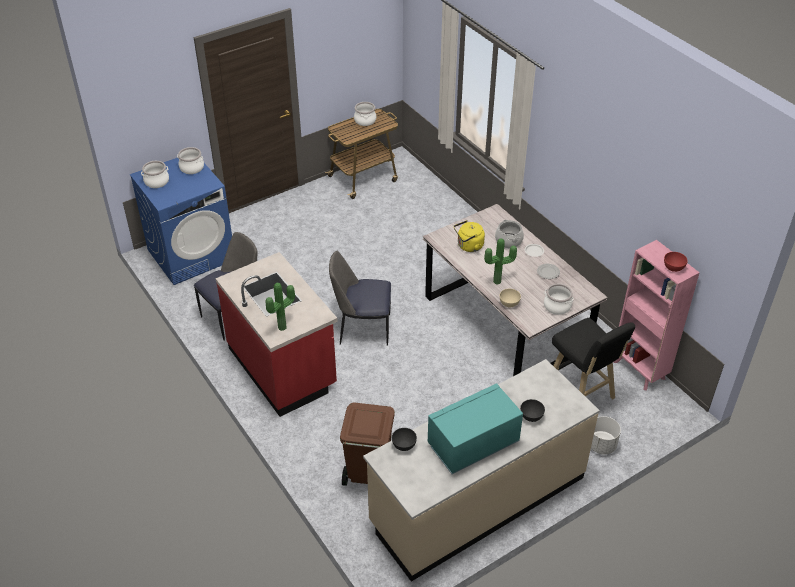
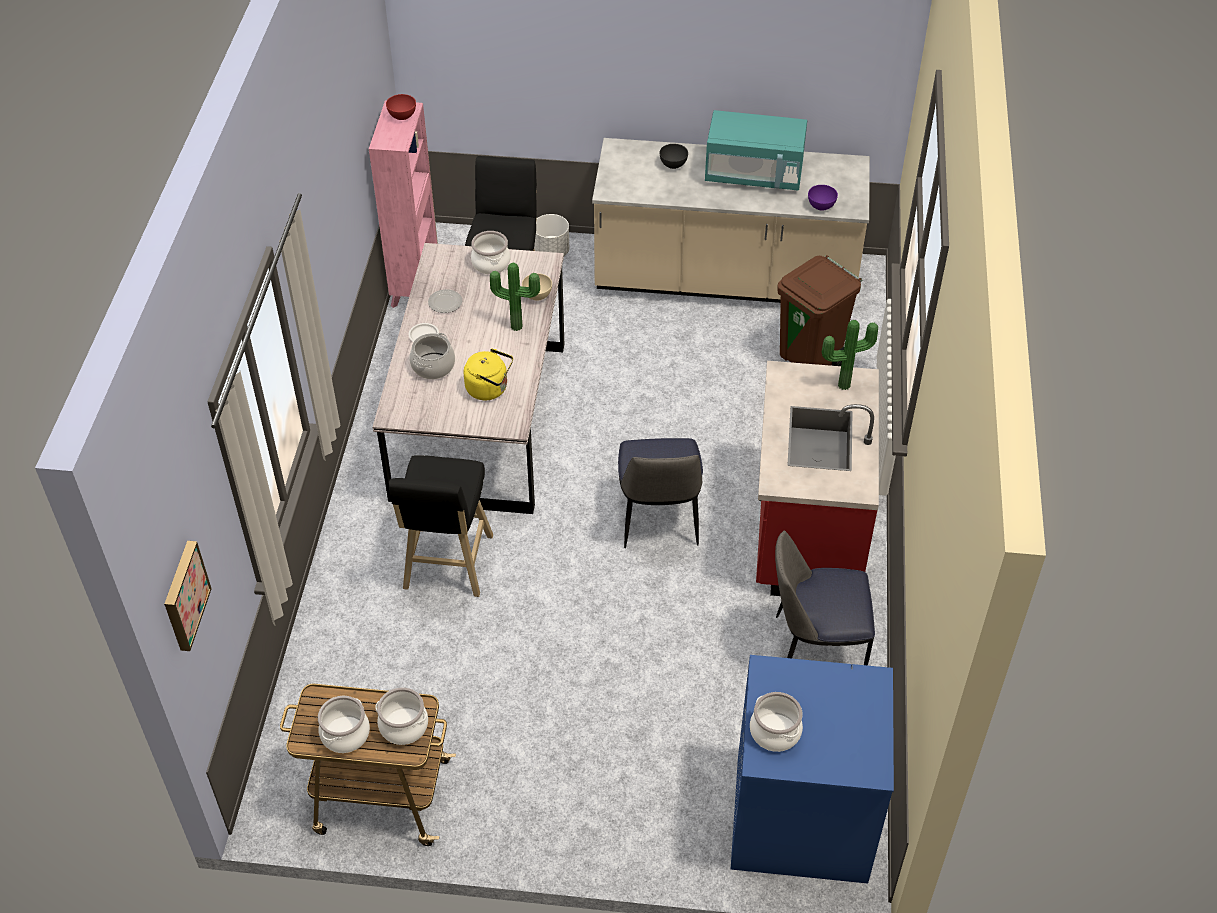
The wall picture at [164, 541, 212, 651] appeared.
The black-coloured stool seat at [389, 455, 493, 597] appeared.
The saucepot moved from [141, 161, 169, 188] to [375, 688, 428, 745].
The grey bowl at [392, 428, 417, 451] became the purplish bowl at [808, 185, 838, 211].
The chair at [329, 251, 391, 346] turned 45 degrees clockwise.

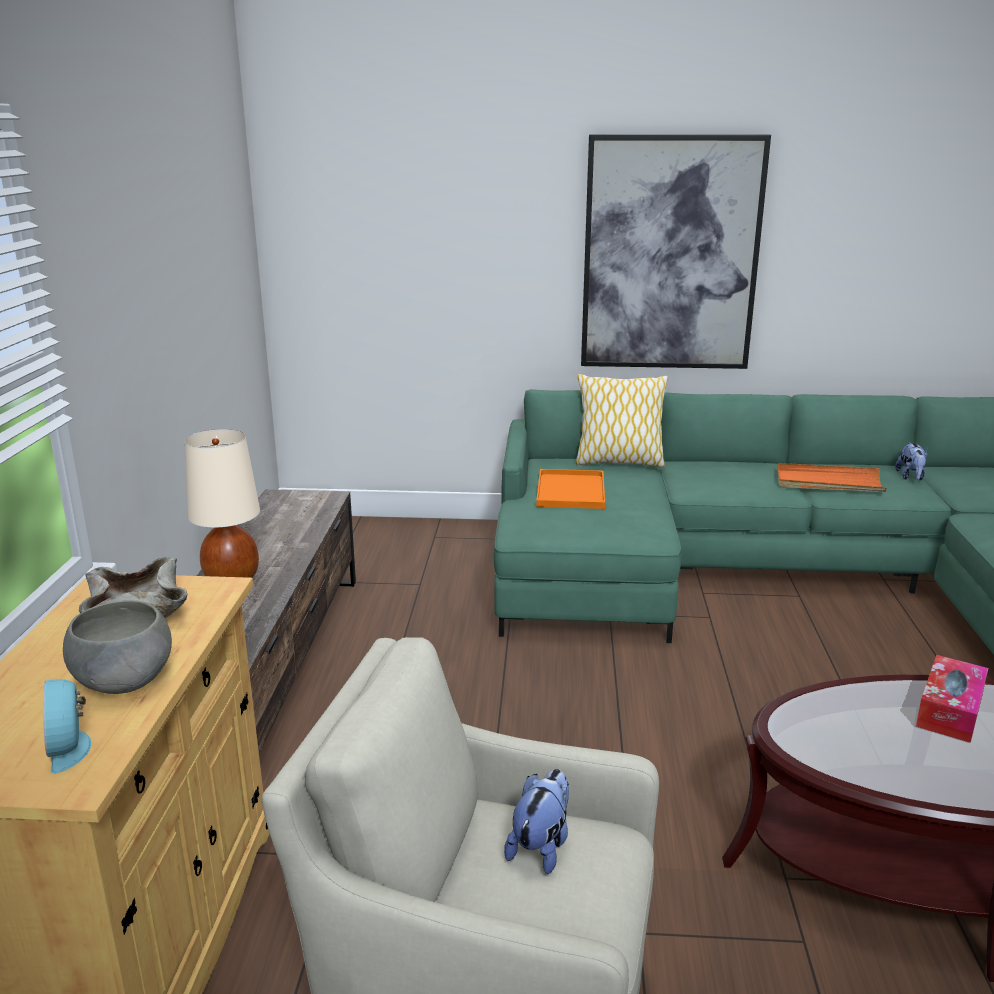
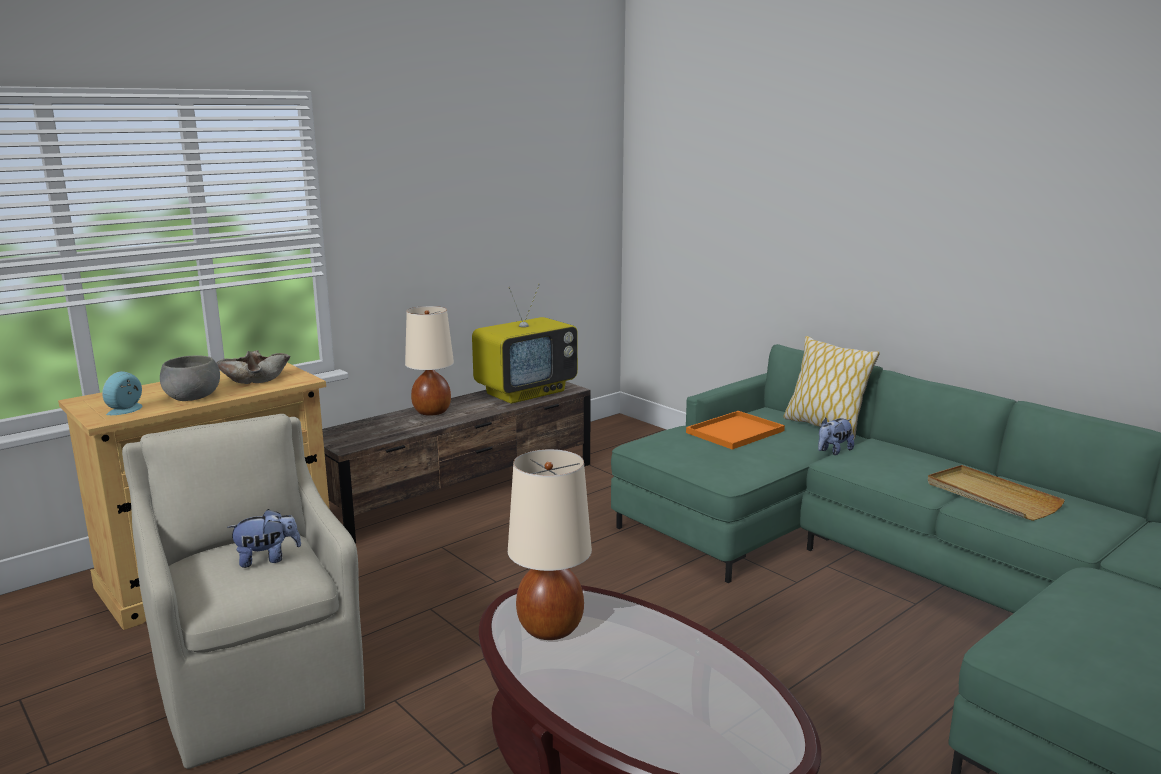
The wall picture at [581, 134, 771, 369] disappeared.
The box of tissues at [916, 655, 989, 743] disappeared.
The TV set at [472, 284, 578, 404] appeared.
The sand-coloured table lamp at [508, 449, 592, 640] appeared.
The cuddly toy moved from [895, 442, 928, 480] to [818, 418, 854, 455].
The orange carrying tray at [777, 463, 887, 492] became the sand-coloured carrying tray at [928, 465, 1065, 521].

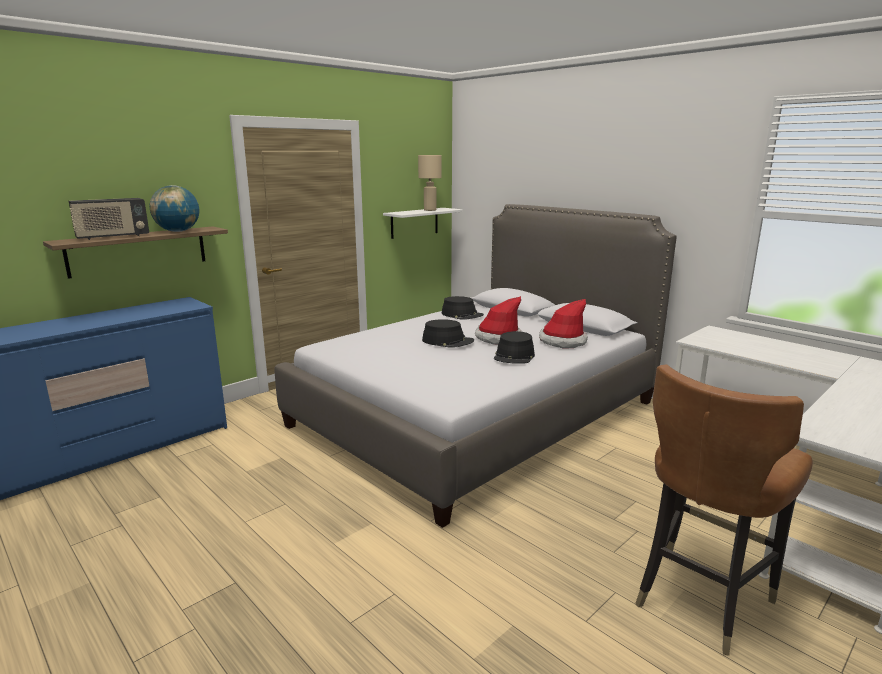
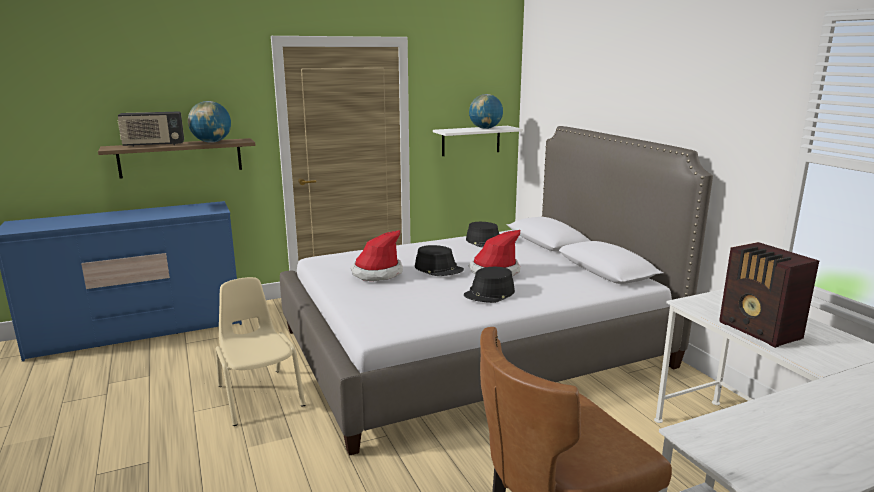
The sand-coloured chair at [215, 277, 305, 426] appeared.
The radio receiver at [719, 242, 819, 348] appeared.
The hat moved from [539, 299, 588, 348] to [350, 230, 403, 281].
The sand-coloured table lamp at [418, 155, 442, 211] was replaced by the world globe at [469, 94, 503, 129].

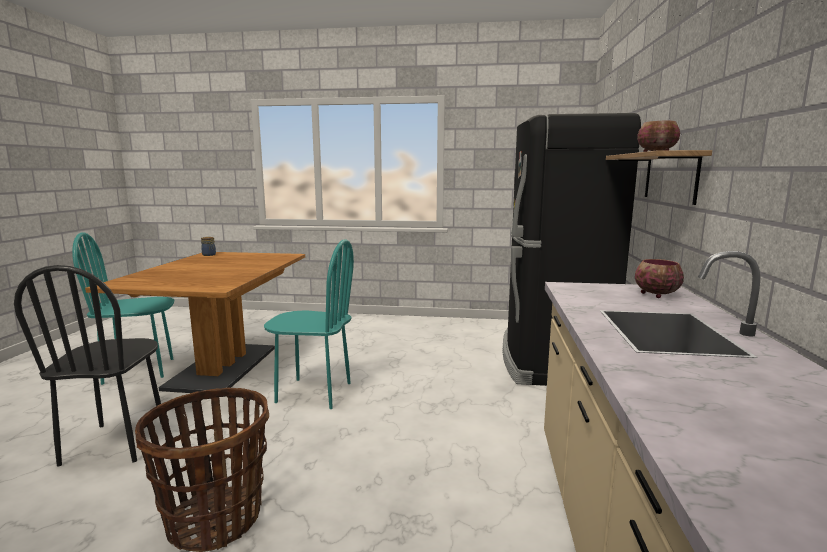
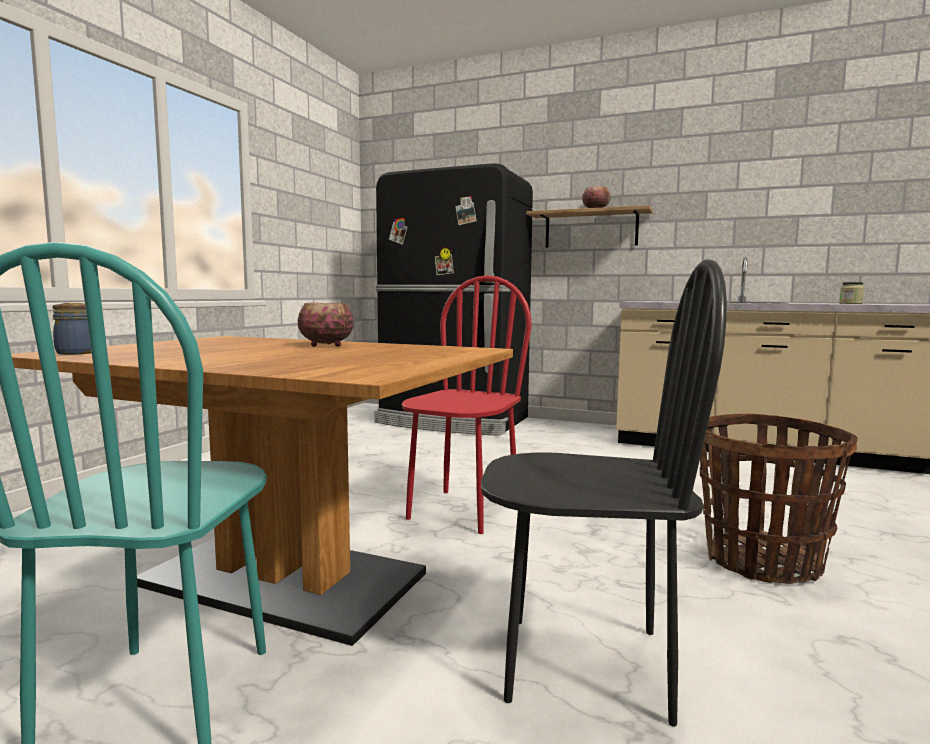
The storage jar at [839, 282, 864, 304] appeared.
The bowl moved from [635, 259, 684, 298] to [298, 303, 354, 347].
The turquoise chair at [264, 239, 354, 409] became the reddish chair at [402, 275, 532, 534].

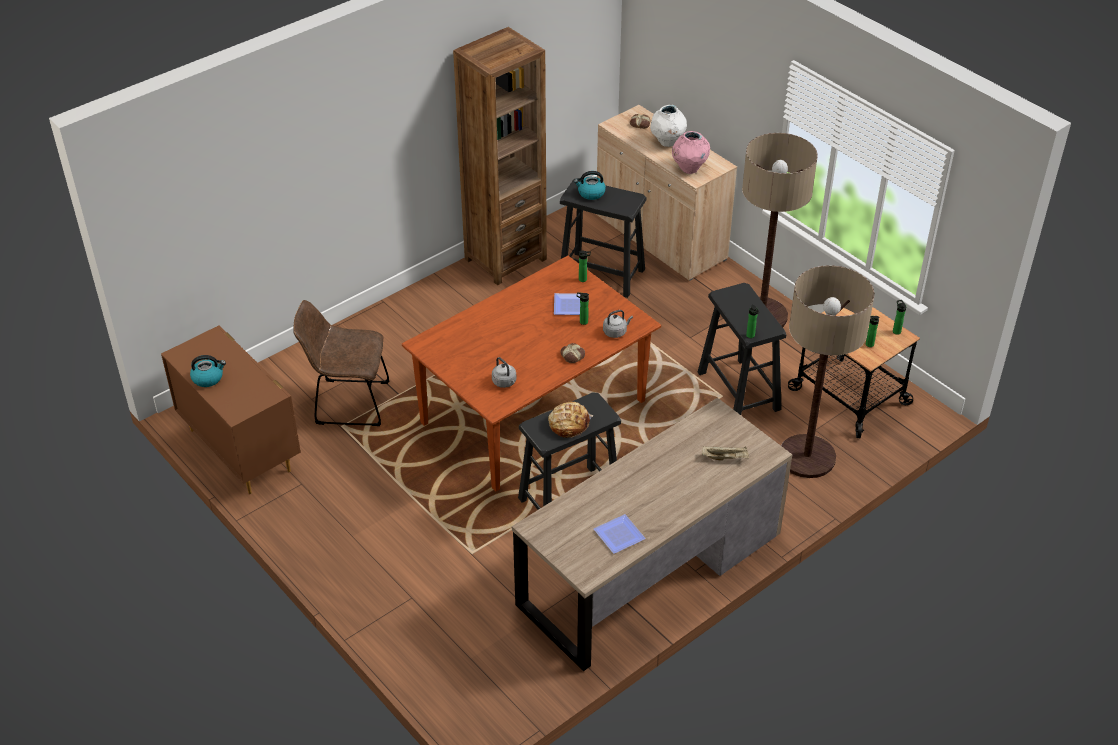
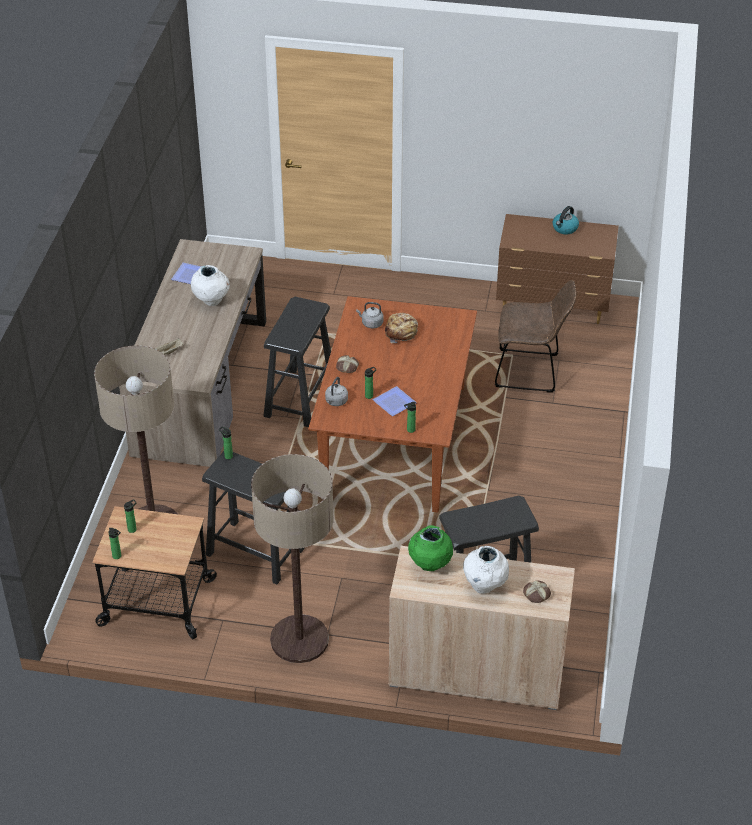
The brownish shelving unit at [453, 27, 547, 285] disappeared.
The kettle at [574, 171, 606, 200] disappeared.
The white-coloured vase at [191, 265, 230, 306] appeared.
The bakery bread moved from [548, 402, 593, 438] to [385, 313, 418, 343].
The pinkish vase at [672, 131, 710, 174] became the green-coloured vase at [408, 525, 453, 571].
The brownish chair at [293, 300, 389, 426] turned 45 degrees clockwise.

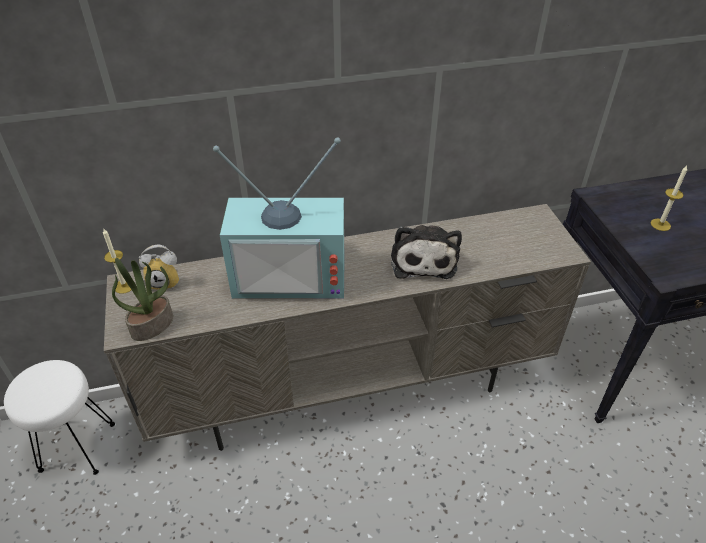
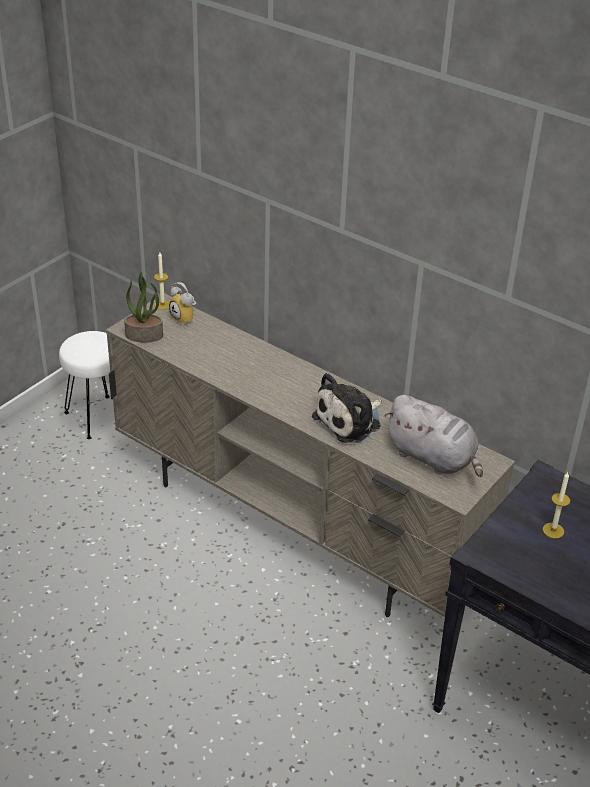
The TV set at [213, 137, 345, 299] disappeared.
The grey cuddly toy at [384, 395, 483, 477] appeared.

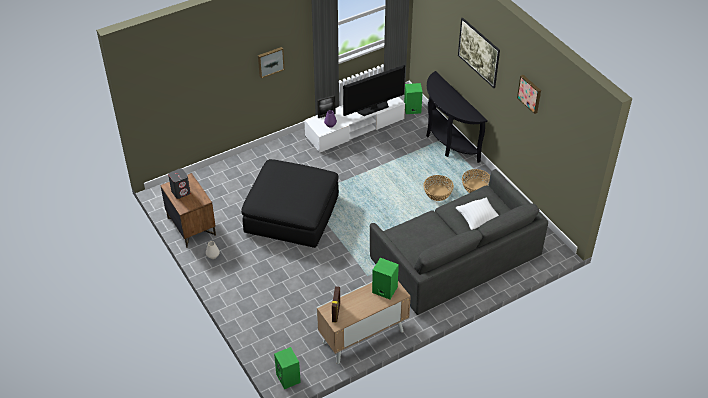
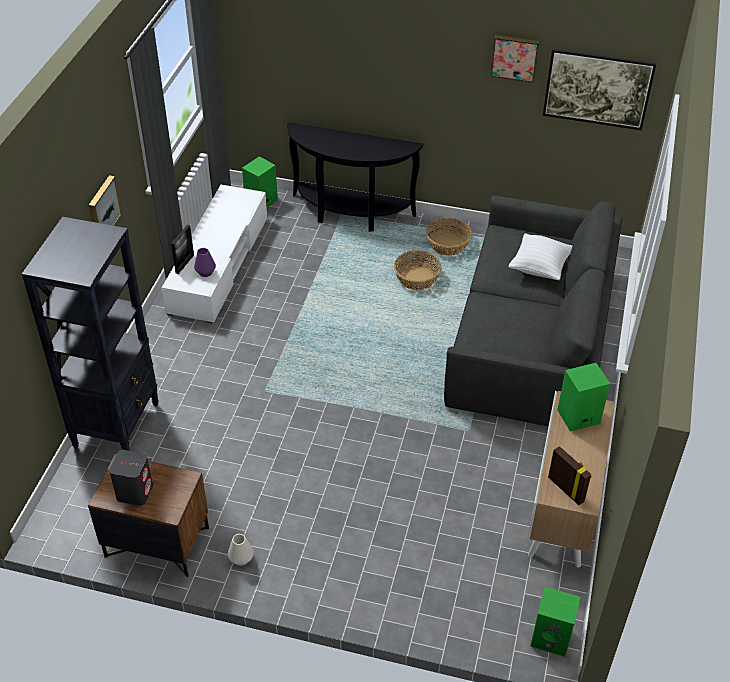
The black-coloured pouffe at [241, 159, 339, 248] disappeared.
The TV set at [343, 65, 405, 116] disappeared.
The black-coloured shelving unit at [22, 217, 159, 451] appeared.
The wall picture moved from [458, 18, 500, 88] to [543, 49, 656, 130].

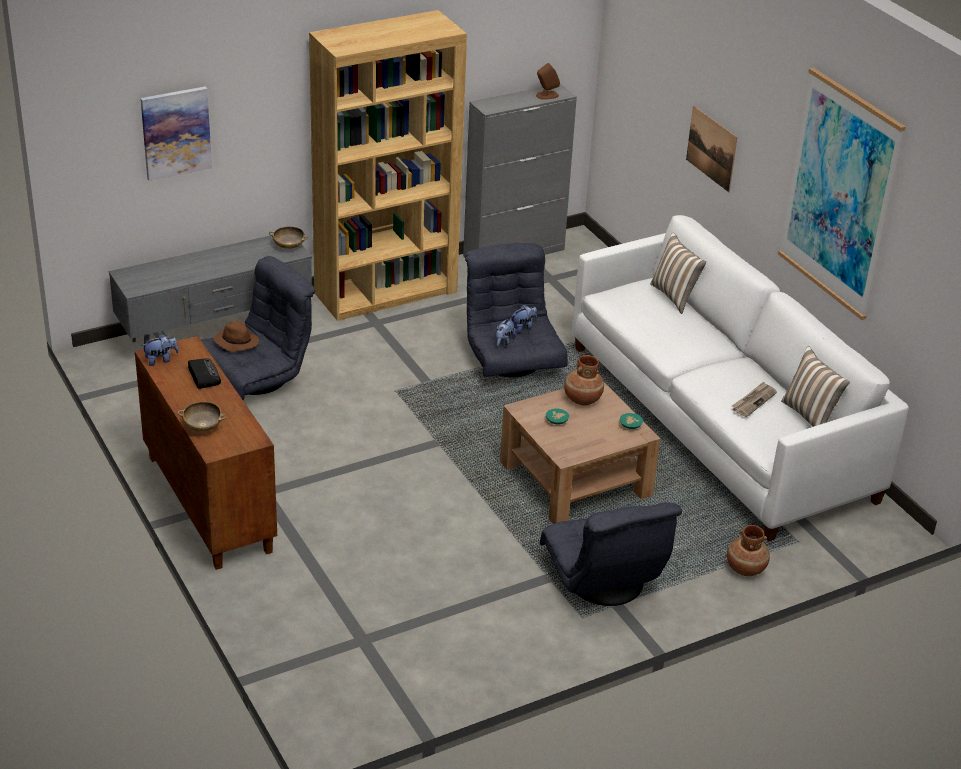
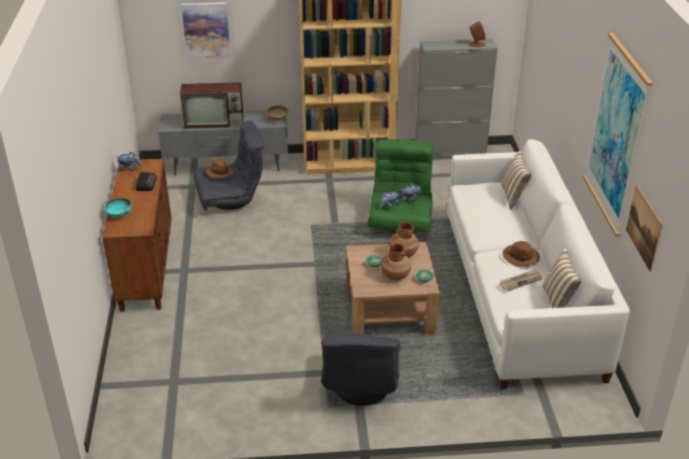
The TV set at [180, 82, 244, 129] appeared.
The brownish hat at [503, 241, 540, 267] appeared.
The wall picture moved from [686, 106, 738, 192] to [626, 184, 663, 271].
The brownish vase moved from [727, 525, 770, 576] to [381, 243, 411, 281].
The sand-coloured bowl at [177, 402, 226, 432] became the turquoise bowl at [104, 198, 132, 217].
The grey lounge chair at [465, 243, 568, 377] became the green-coloured lounge chair at [368, 139, 434, 233].

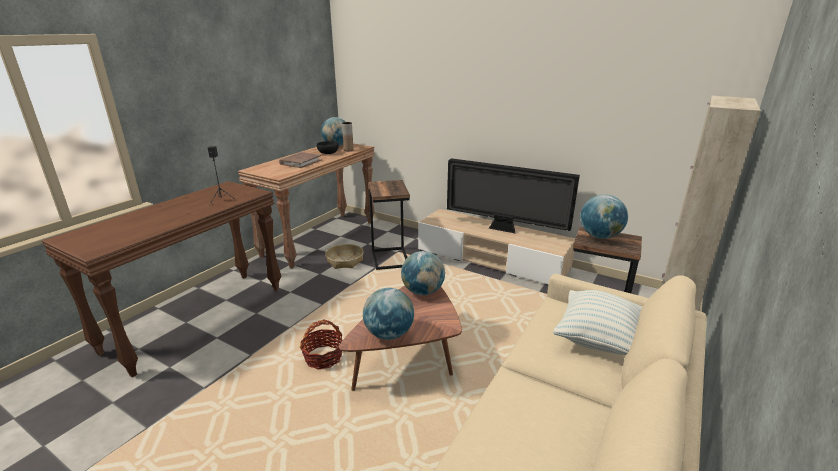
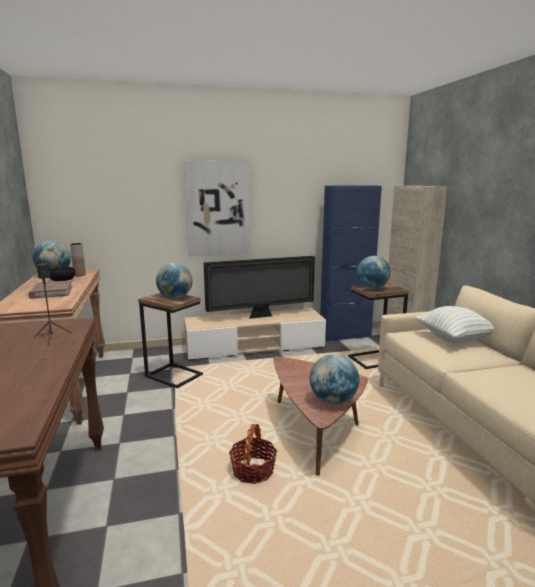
The household basket at [325, 244, 364, 269] disappeared.
The wall picture at [184, 160, 250, 256] appeared.
The bluish storage cabinet at [320, 185, 382, 342] appeared.
The world globe moved from [401, 251, 445, 295] to [156, 263, 193, 299].

